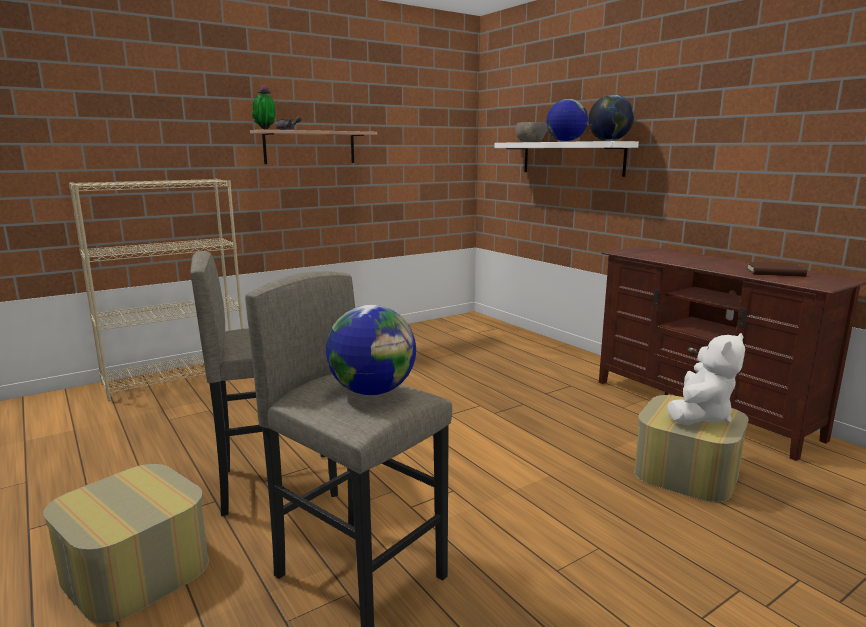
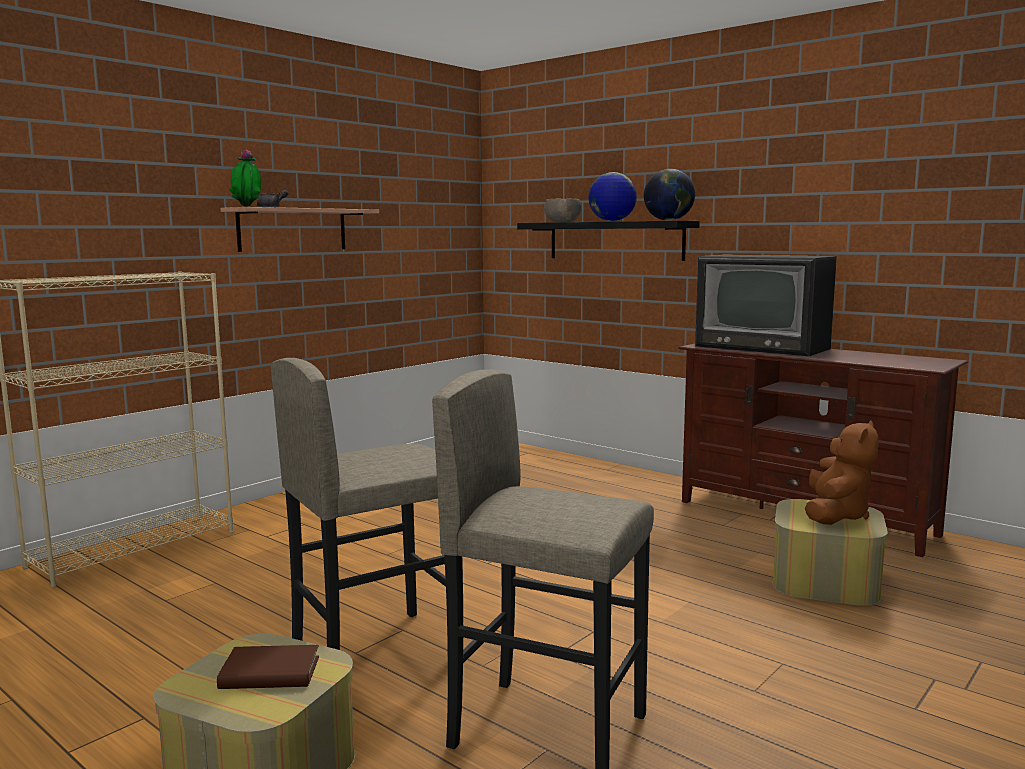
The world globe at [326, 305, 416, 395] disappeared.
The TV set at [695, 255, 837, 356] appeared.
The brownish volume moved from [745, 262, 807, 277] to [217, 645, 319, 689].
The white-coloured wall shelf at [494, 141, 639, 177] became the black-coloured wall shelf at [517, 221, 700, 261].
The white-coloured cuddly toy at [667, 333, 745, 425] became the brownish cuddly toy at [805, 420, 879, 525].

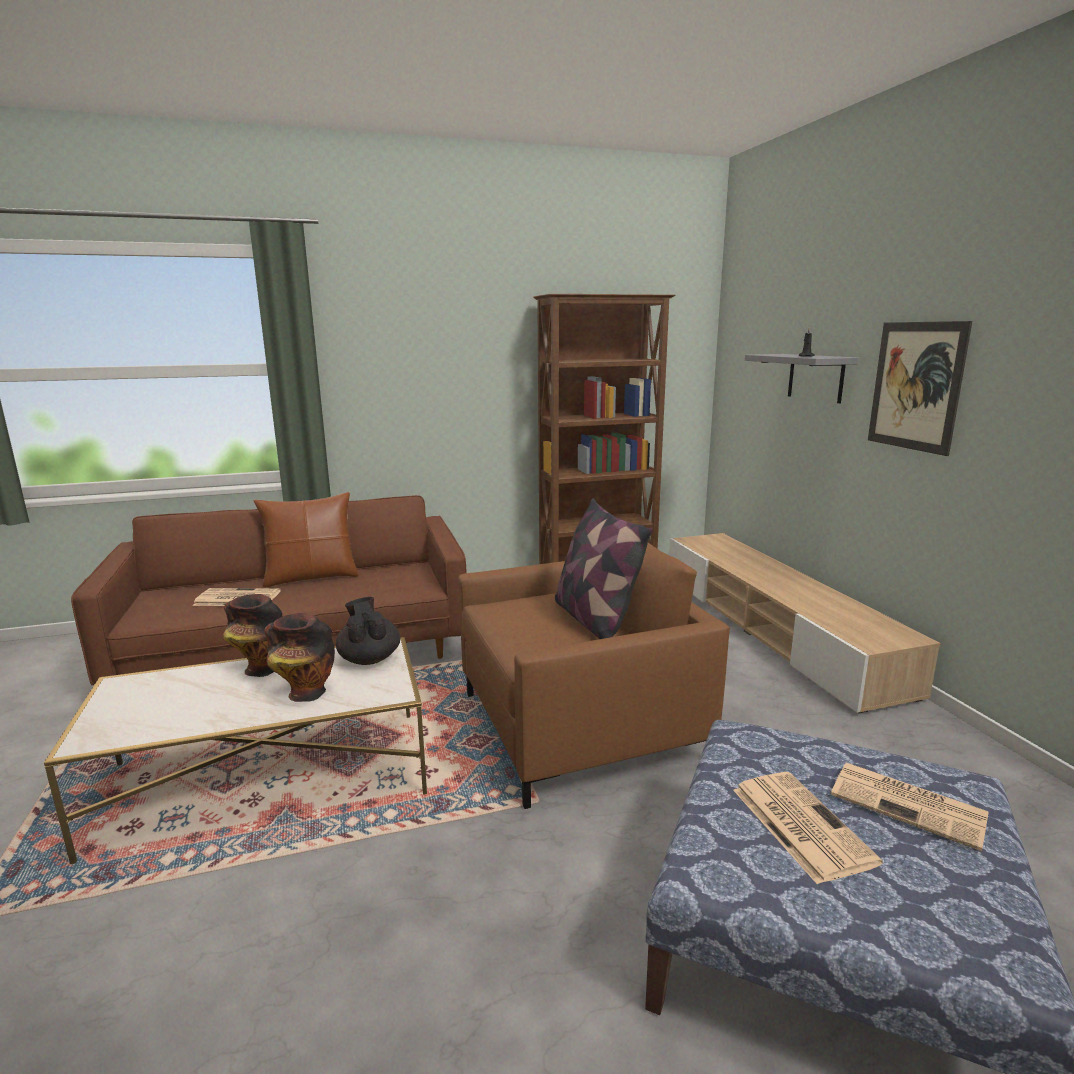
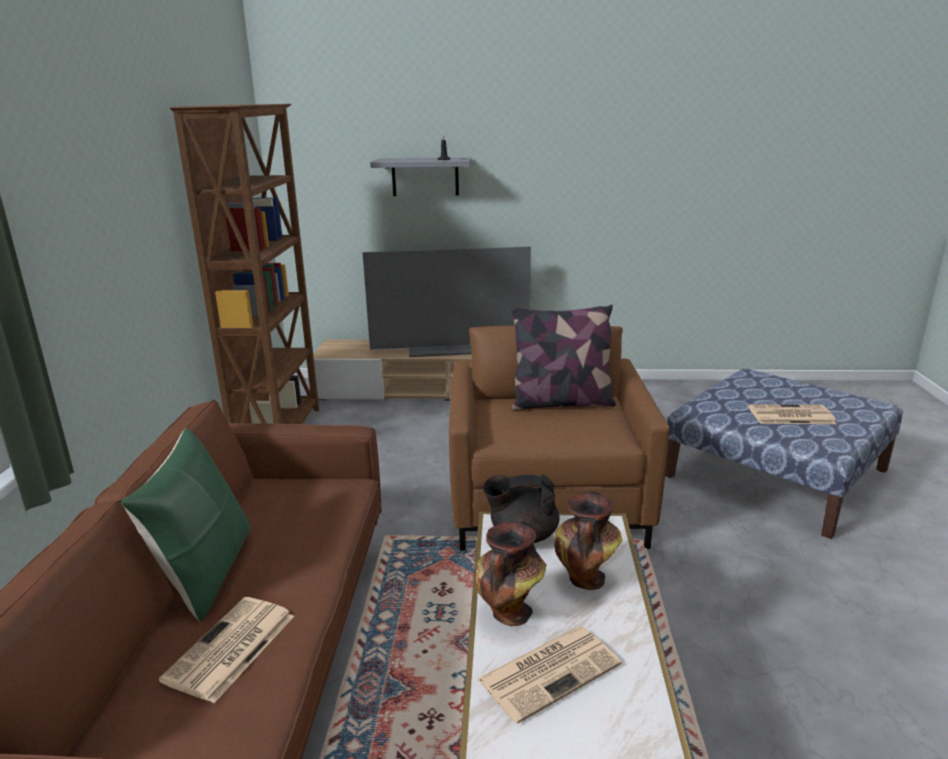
The wall picture at [868, 321, 972, 456] disappeared.
The TV set at [362, 247, 531, 357] appeared.
The newspaper moved from [831, 763, 989, 851] to [478, 627, 622, 724].
The brownish throw pillow at [254, 492, 359, 587] became the green-coloured throw pillow at [121, 428, 250, 621].

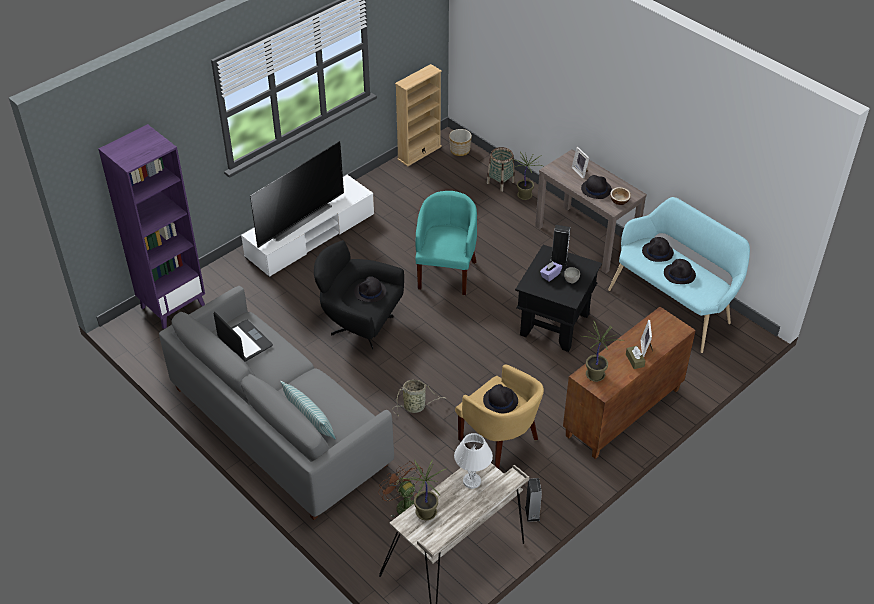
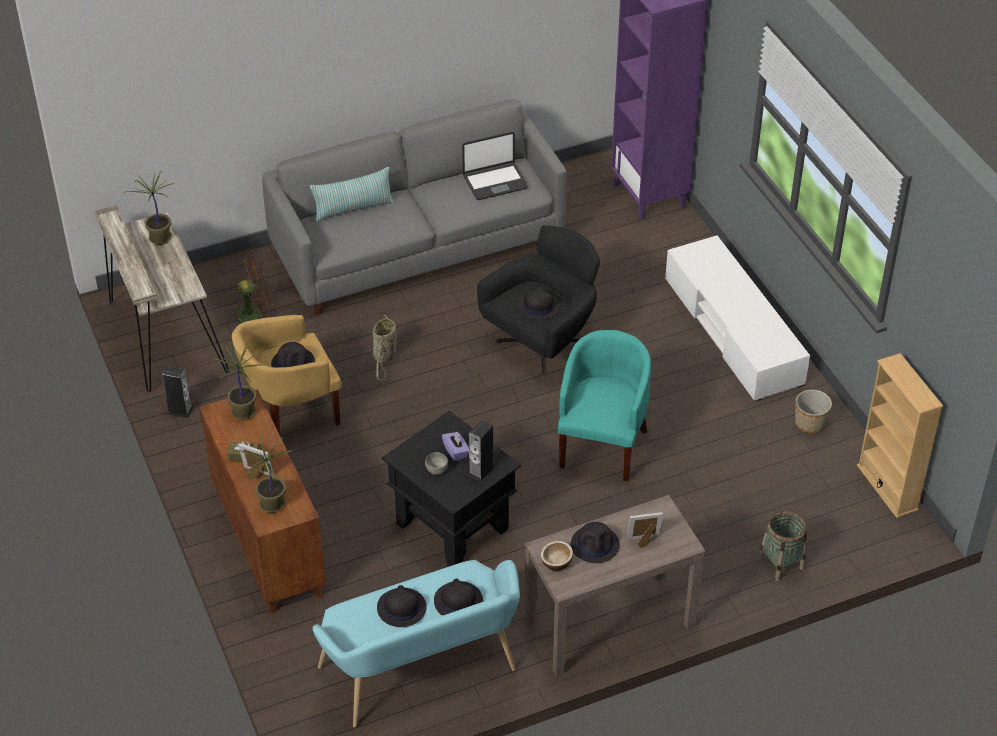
The TV set at [250, 141, 344, 248] disappeared.
The white-coloured table lamp at [454, 433, 493, 489] disappeared.
The flower pot moved from [449, 129, 472, 156] to [795, 390, 832, 433].
The potted plant moved from [513, 152, 544, 200] to [235, 433, 294, 513].
The turquoise lounge chair at [416, 191, 477, 295] turned 105 degrees counterclockwise.

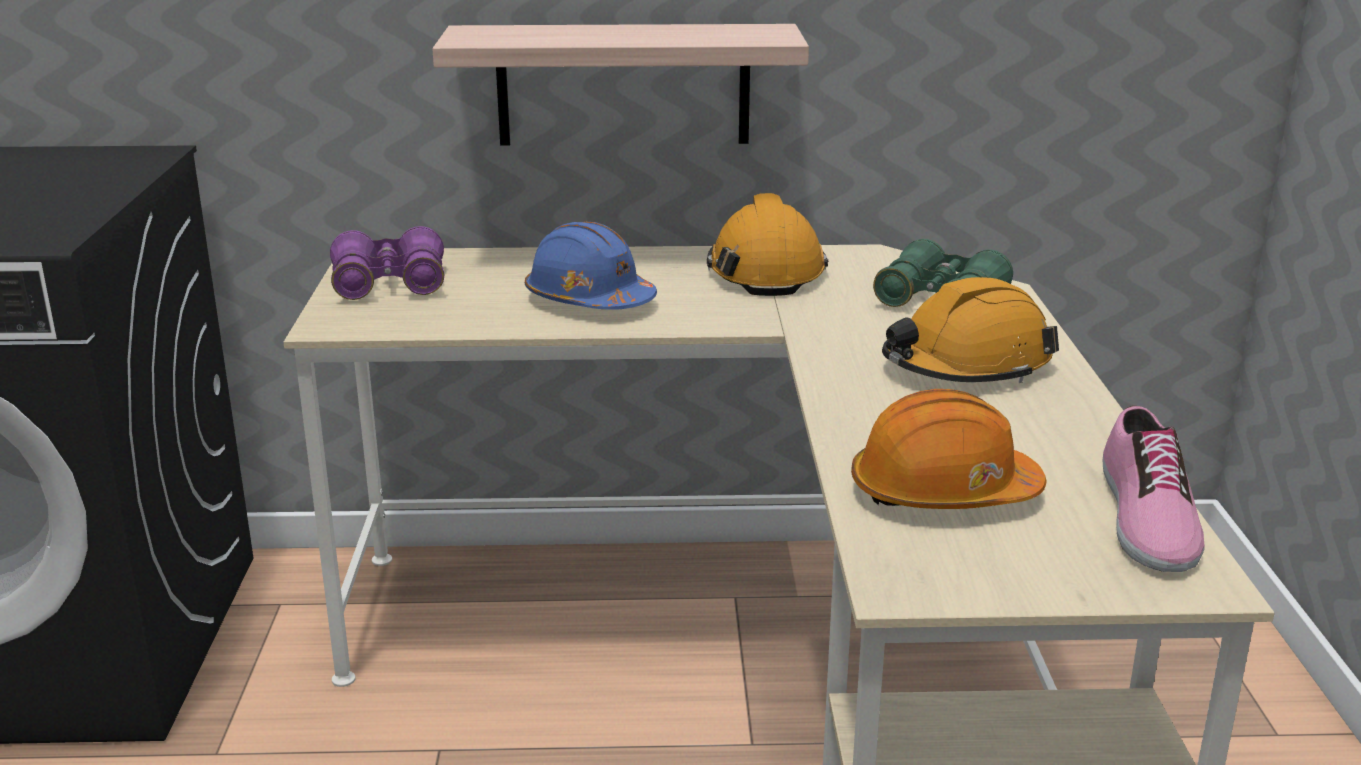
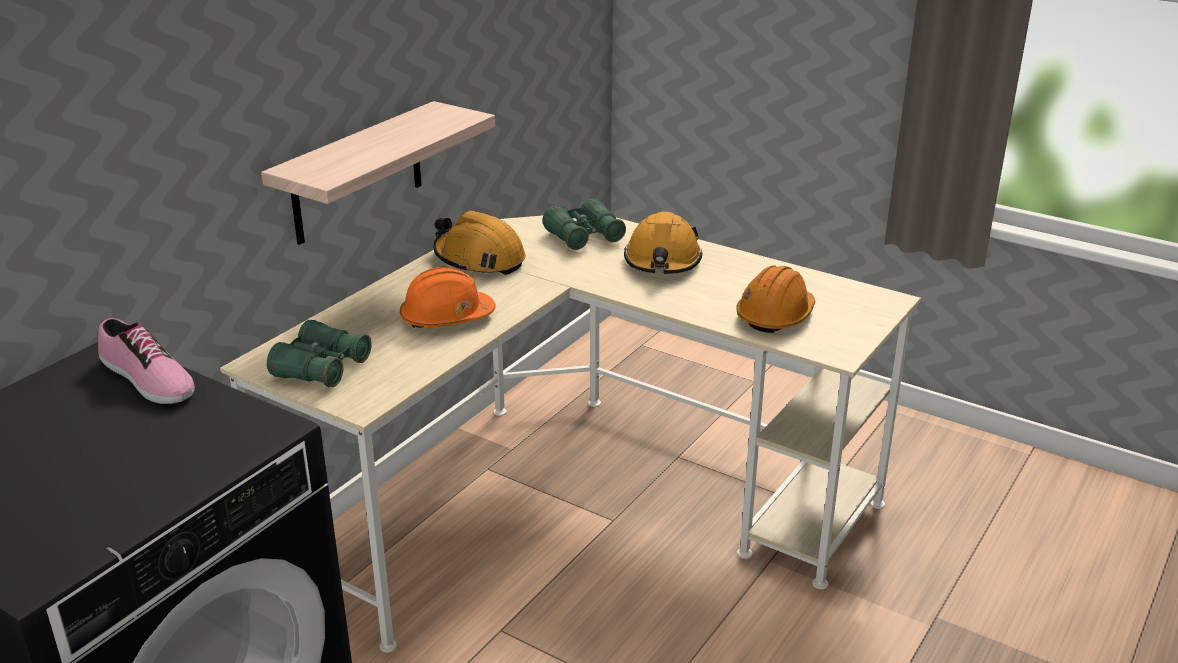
The shoe moved from [1103, 405, 1204, 572] to [98, 318, 195, 404].
The purplish binoculars at [330, 226, 444, 300] became the green-coloured binoculars at [267, 320, 372, 387].
The bluish safety helmet at [525, 222, 657, 310] became the orange safety helmet at [400, 267, 496, 328].

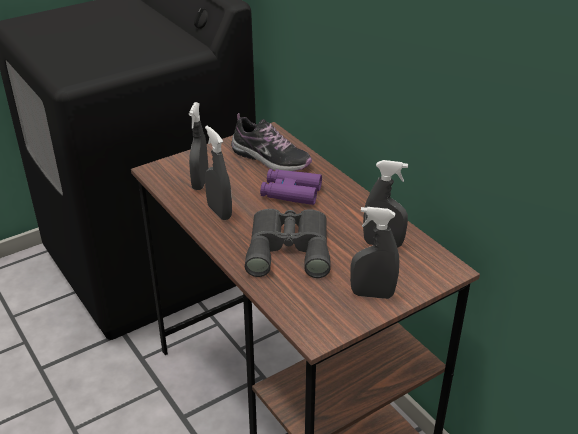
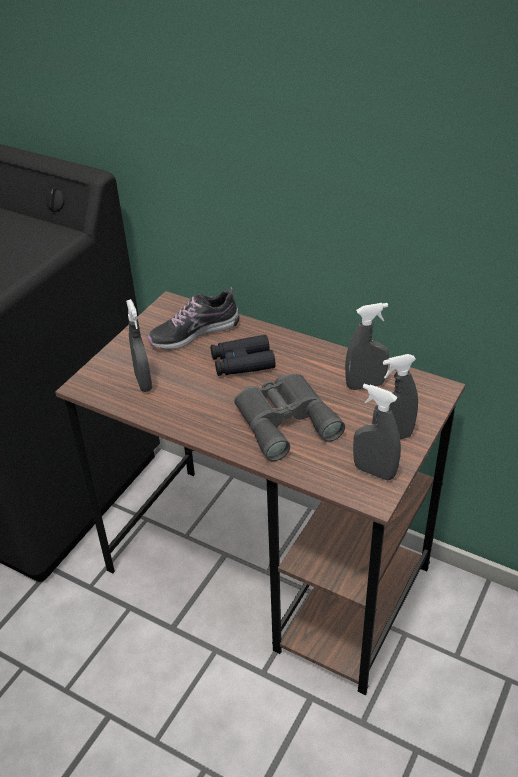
The grey hand sprayer moved from [205, 126, 232, 220] to [353, 384, 401, 480].
The purplish binoculars at [260, 169, 322, 205] became the black-coloured binoculars at [211, 335, 276, 376].
The shoe at [231, 113, 312, 171] turned 150 degrees clockwise.

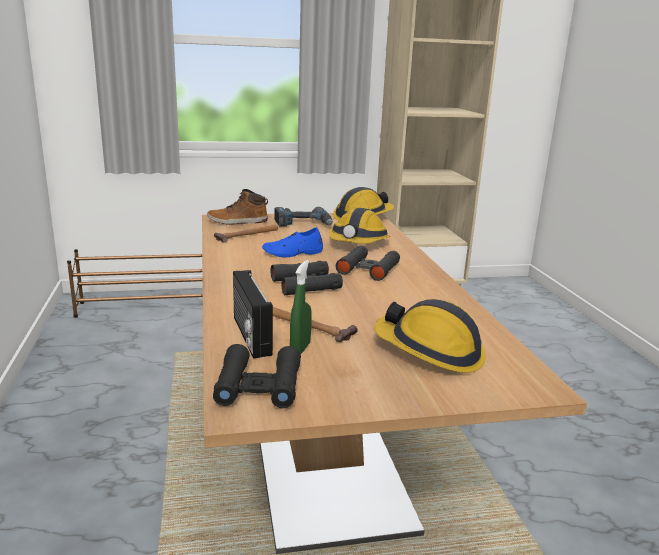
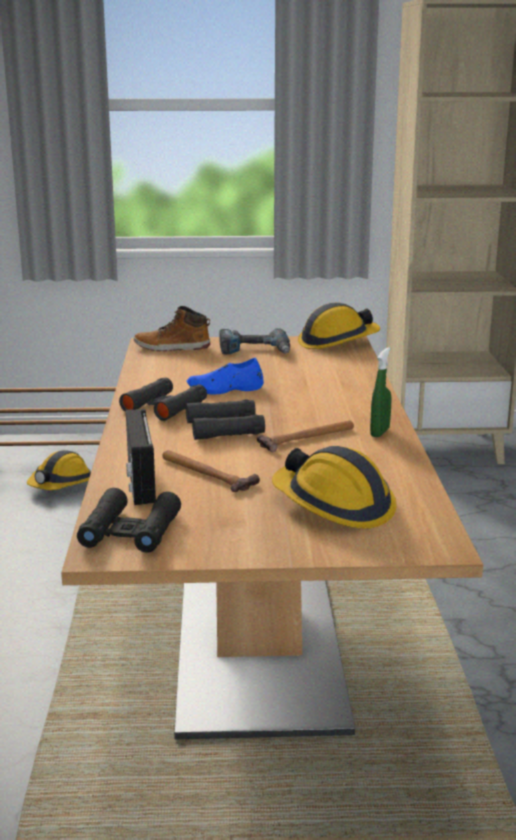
The hand hammer moved from [214, 225, 278, 243] to [257, 420, 354, 452].
The green-coloured hand sprayer moved from [290, 260, 312, 354] to [370, 347, 391, 437].
The safety helmet moved from [329, 208, 391, 244] to [27, 450, 91, 490].
The black-coloured binoculars moved from [336, 246, 400, 281] to [119, 378, 207, 421].

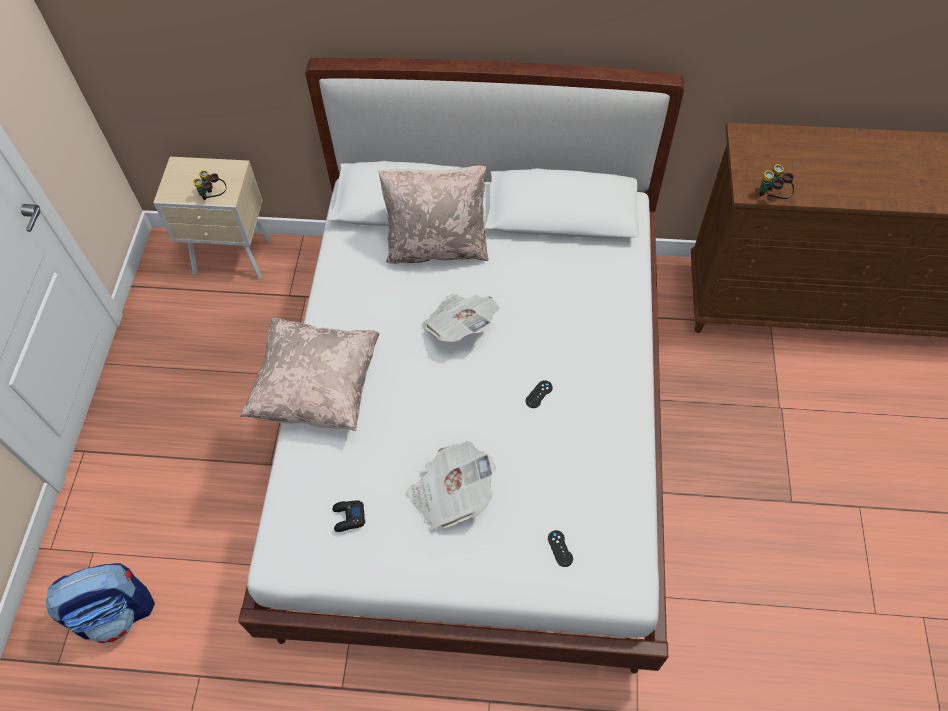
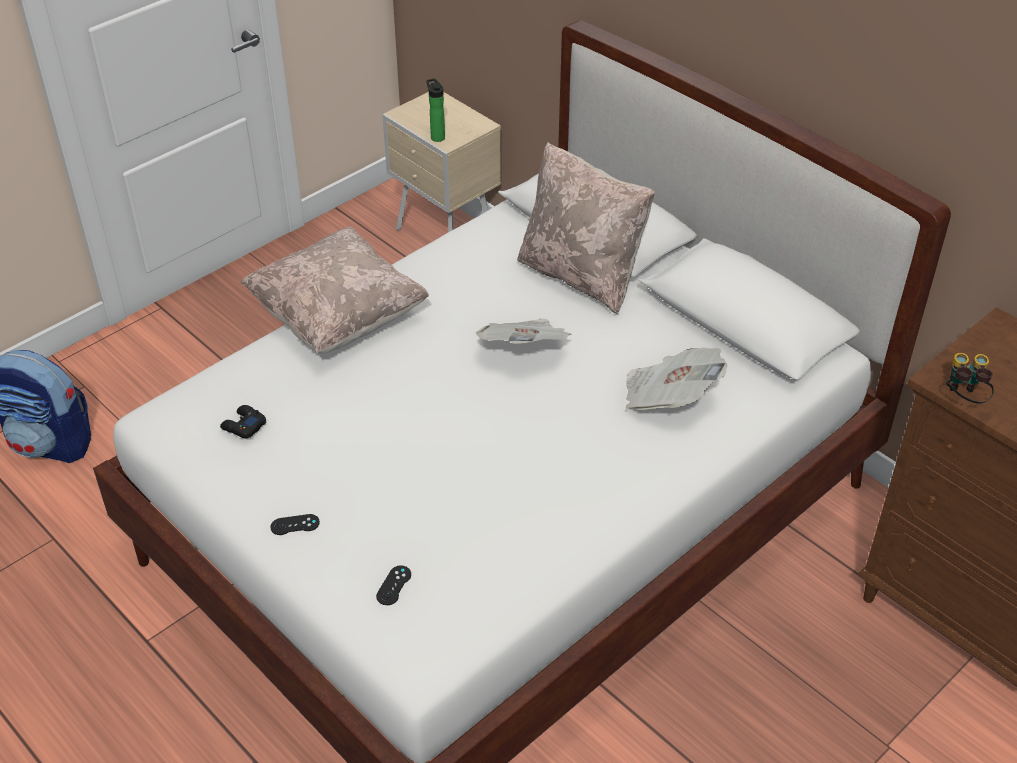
The newspaper moved from [407, 441, 496, 530] to [625, 348, 727, 410].
The black-coloured joypad moved from [525, 380, 553, 408] to [270, 514, 320, 535].
The binoculars at [193, 170, 227, 200] was replaced by the beverage bottle at [426, 78, 445, 142].

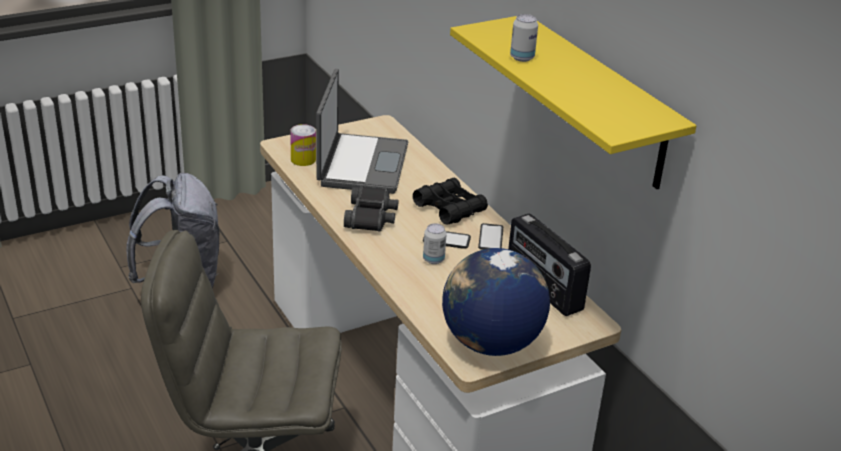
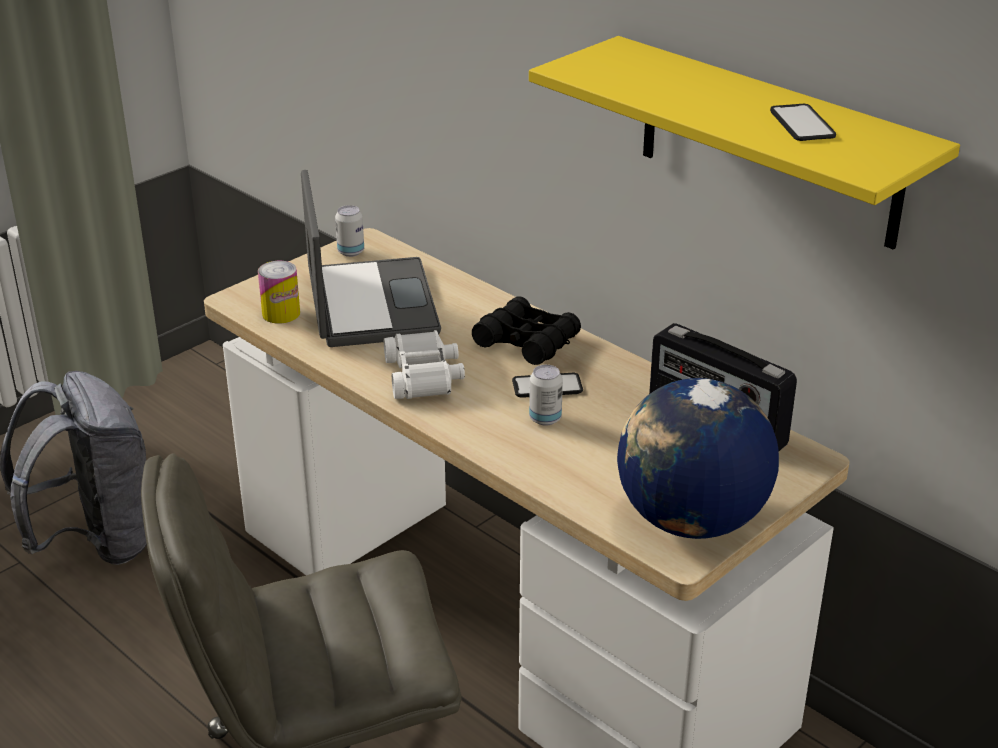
The handset moved from [478, 223, 503, 249] to [770, 104, 836, 141].
The sealed can moved from [510, 14, 538, 62] to [335, 205, 364, 257].
The black-coloured binoculars at [344, 186, 398, 232] became the white-coloured binoculars at [384, 330, 465, 399].

